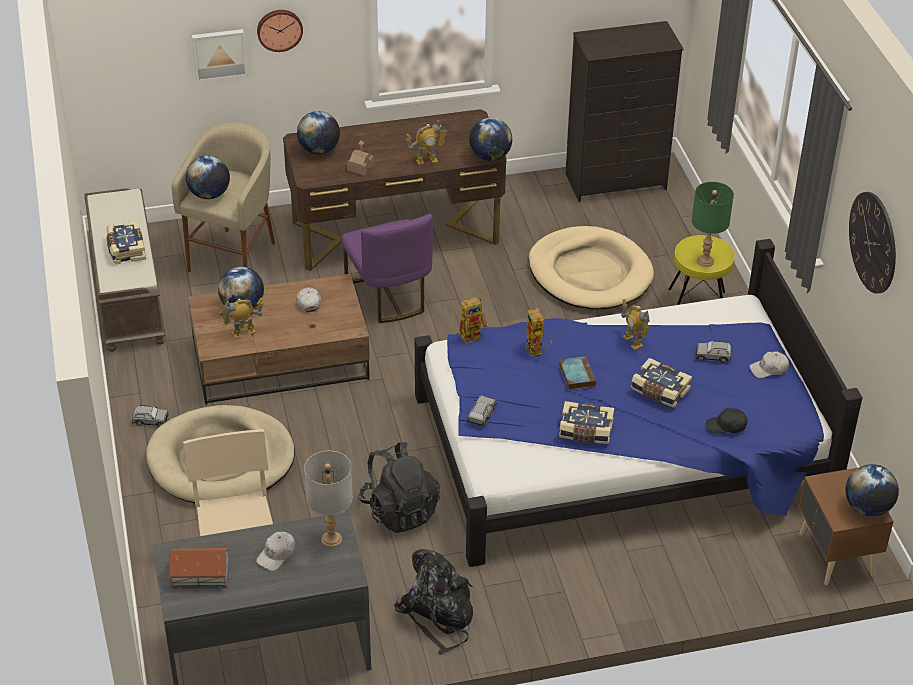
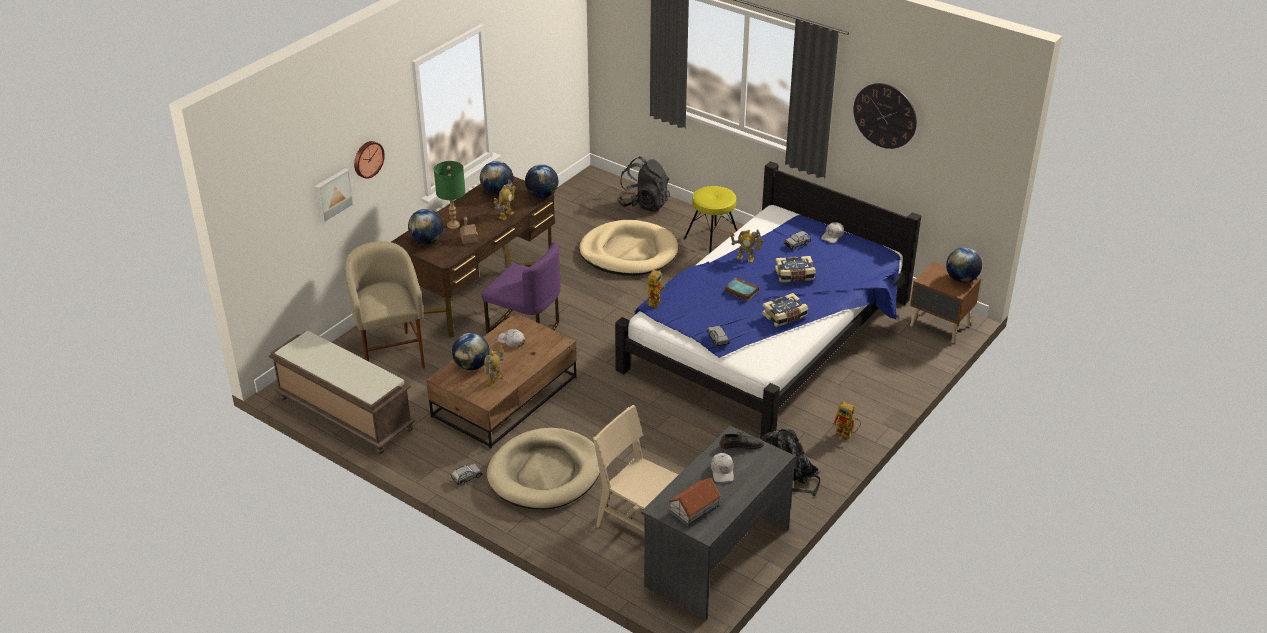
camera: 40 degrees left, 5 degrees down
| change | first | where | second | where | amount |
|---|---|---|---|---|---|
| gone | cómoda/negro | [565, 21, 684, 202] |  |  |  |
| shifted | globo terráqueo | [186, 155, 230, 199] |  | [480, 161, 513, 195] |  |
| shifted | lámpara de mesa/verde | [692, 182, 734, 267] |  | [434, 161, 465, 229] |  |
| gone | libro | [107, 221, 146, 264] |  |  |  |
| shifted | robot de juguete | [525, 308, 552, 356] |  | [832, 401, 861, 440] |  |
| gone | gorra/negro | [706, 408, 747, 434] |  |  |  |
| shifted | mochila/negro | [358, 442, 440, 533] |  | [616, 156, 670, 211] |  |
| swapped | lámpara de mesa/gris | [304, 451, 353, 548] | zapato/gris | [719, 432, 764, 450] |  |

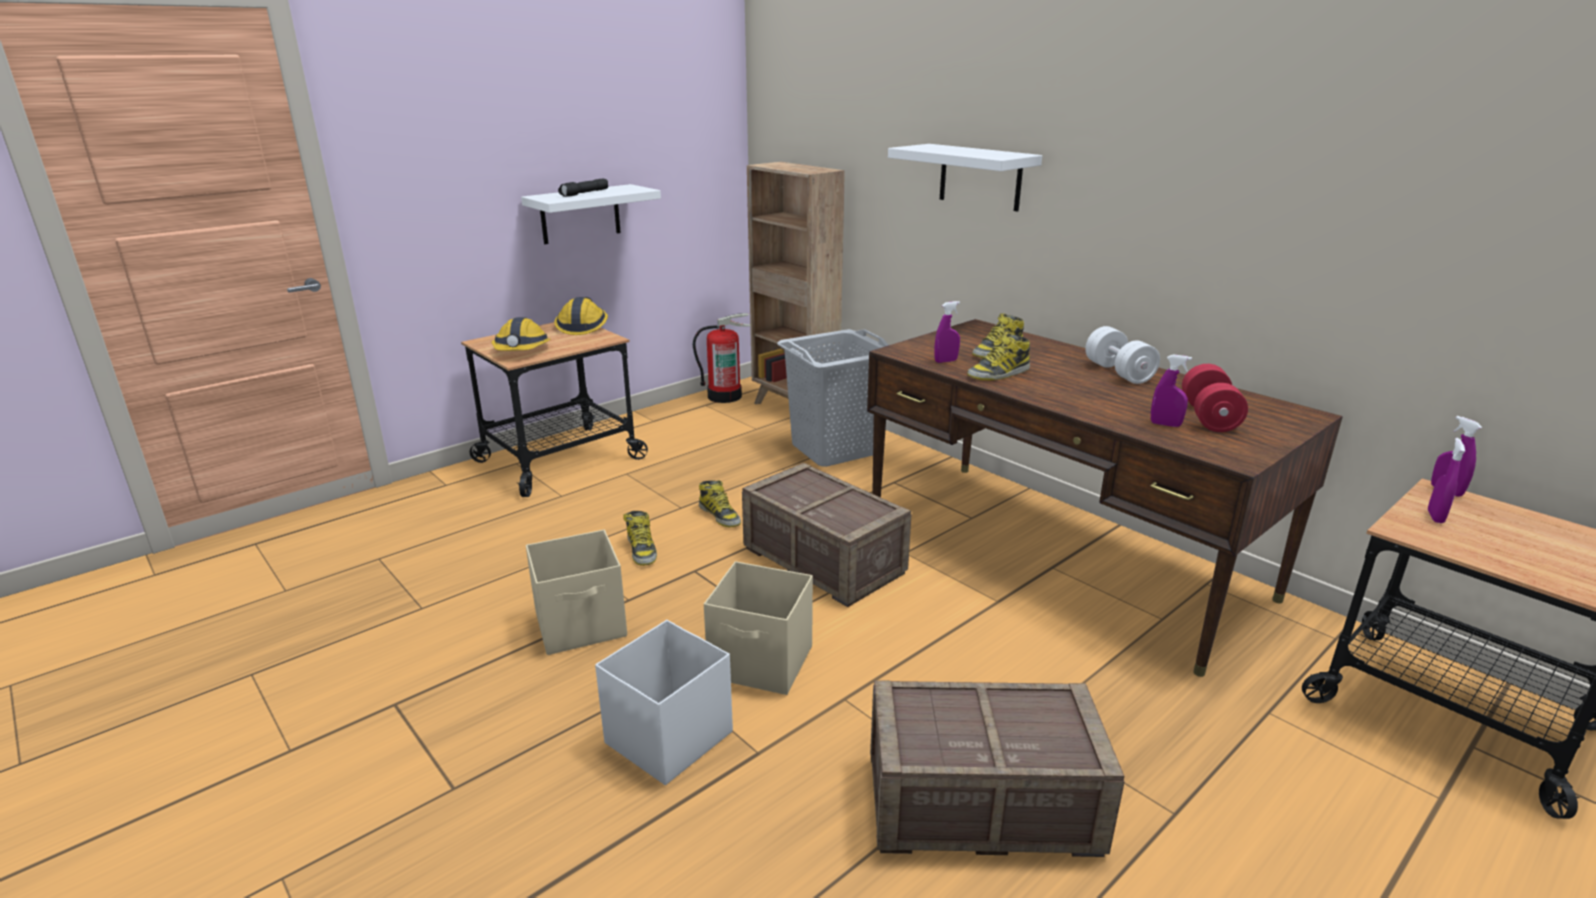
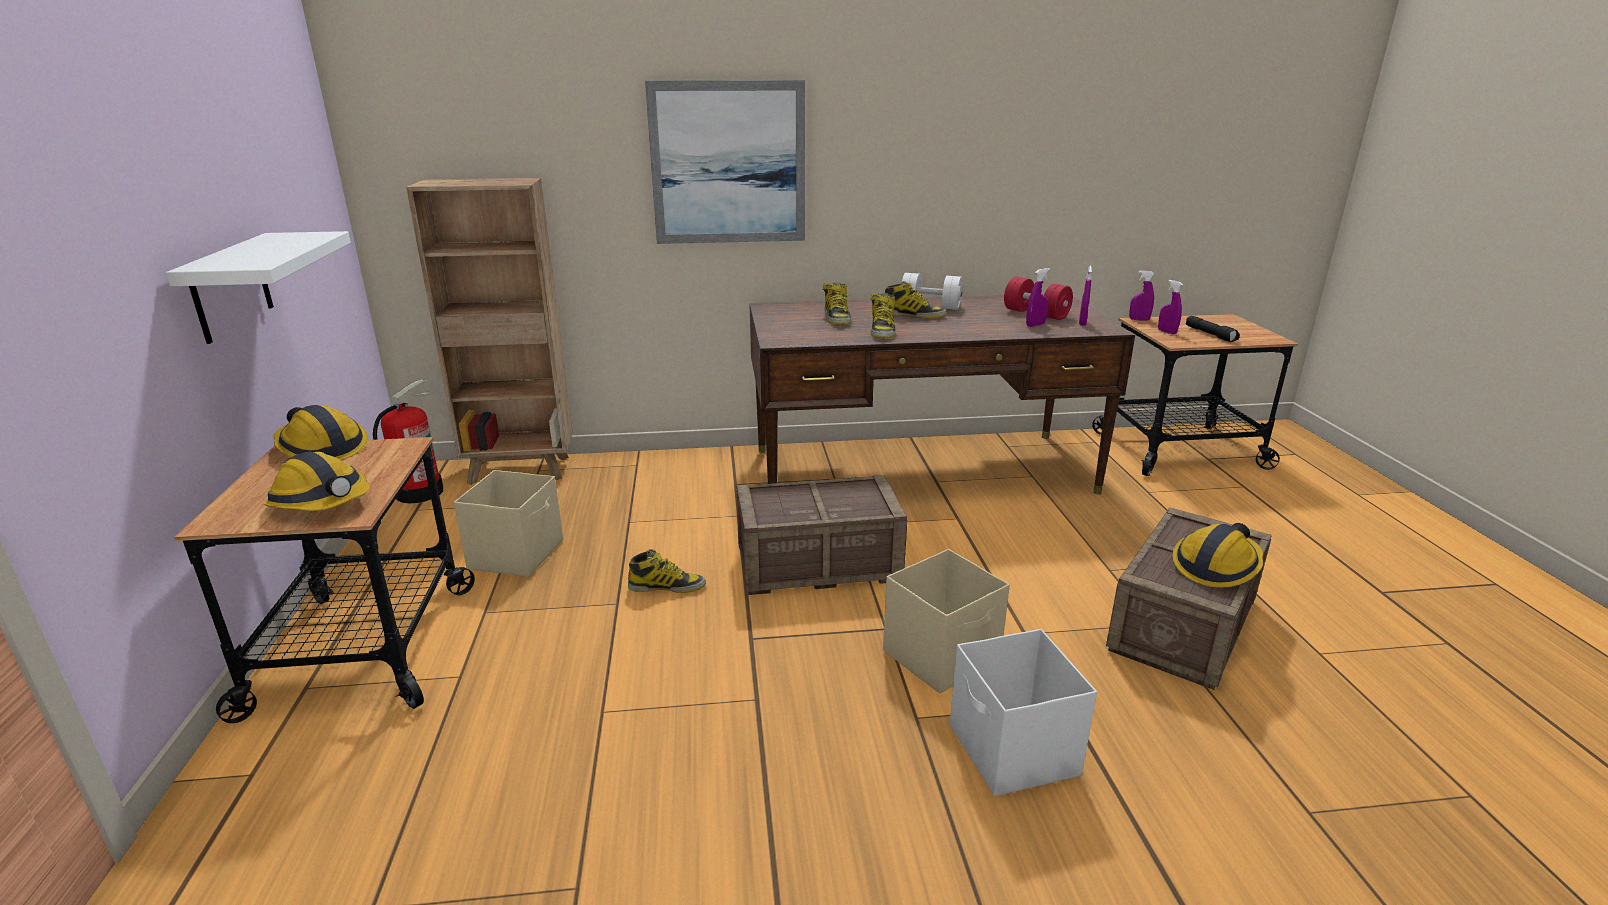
camera: 55 degrees left, 0 degrees up
| change | first | where | second | where | amount |
|---|---|---|---|---|---|
| swapped | estante/blanco | [888, 144, 1042, 211] | cuadro | [645, 80, 805, 244] |  |
| shifted | linterna/negro | [558, 179, 608, 197] |  | [1186, 316, 1240, 342] |  |
| shifted | pulverizador/morado | [934, 301, 960, 363] |  | [1079, 266, 1092, 326] |  |
| gone | cesto de la ropa/gris | [777, 329, 888, 467] |  |  |  |
| shifted | bota | [624, 511, 657, 566] |  | [885, 281, 947, 319] |  |
| shifted | caja de almacenaje/beis | [526, 530, 627, 655] |  | [454, 470, 563, 577] |  |
| new |  |  | casco | [1172, 523, 1263, 588] |  |

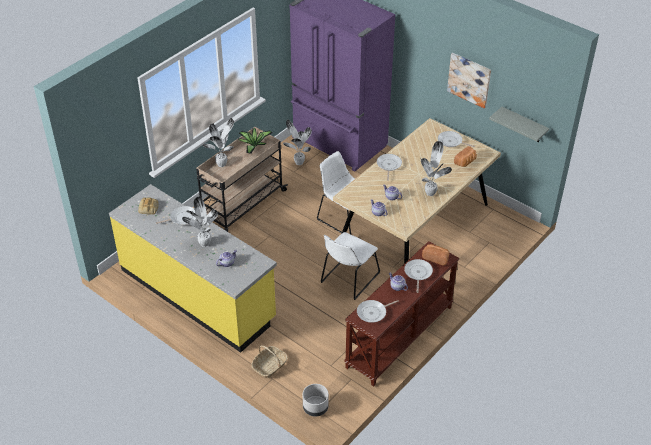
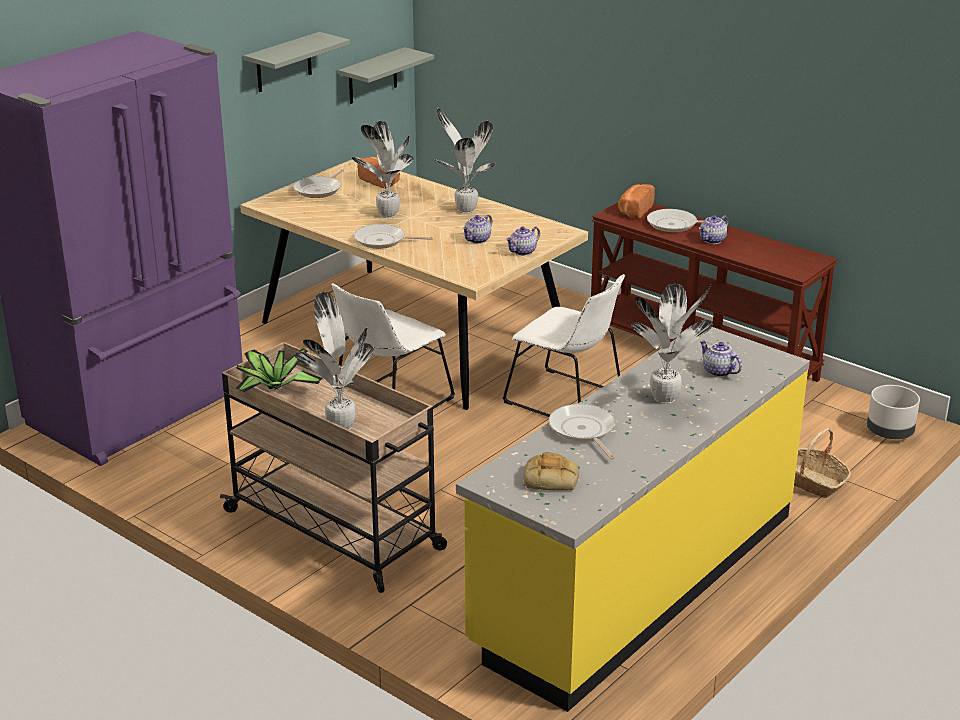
camera: 90 degrees left, 15 degrees down
| change | first | where | second | where | amount |
|---|---|---|---|---|---|
| swapped | cuadro | [447, 53, 491, 108] | estante/gris | [244, 32, 350, 92] |  |
| shifted | planta en maceta | [283, 119, 312, 165] |  | [352, 121, 414, 218] |  |
| gone | sartén | [357, 300, 399, 323] |  |  |  |

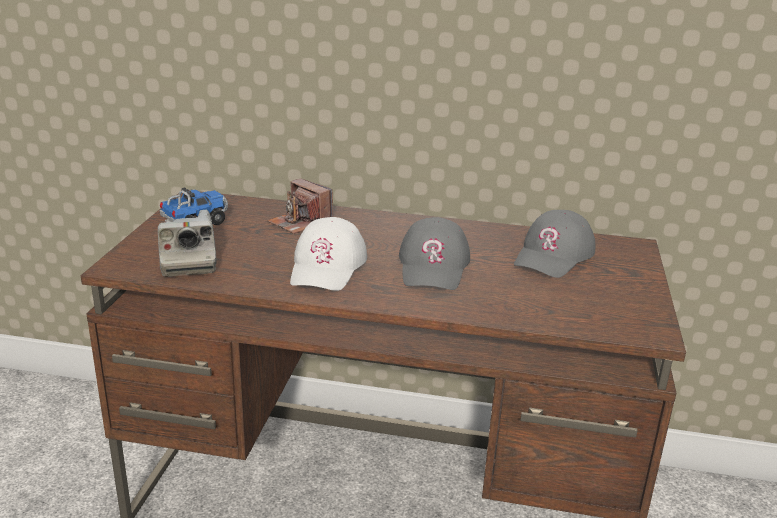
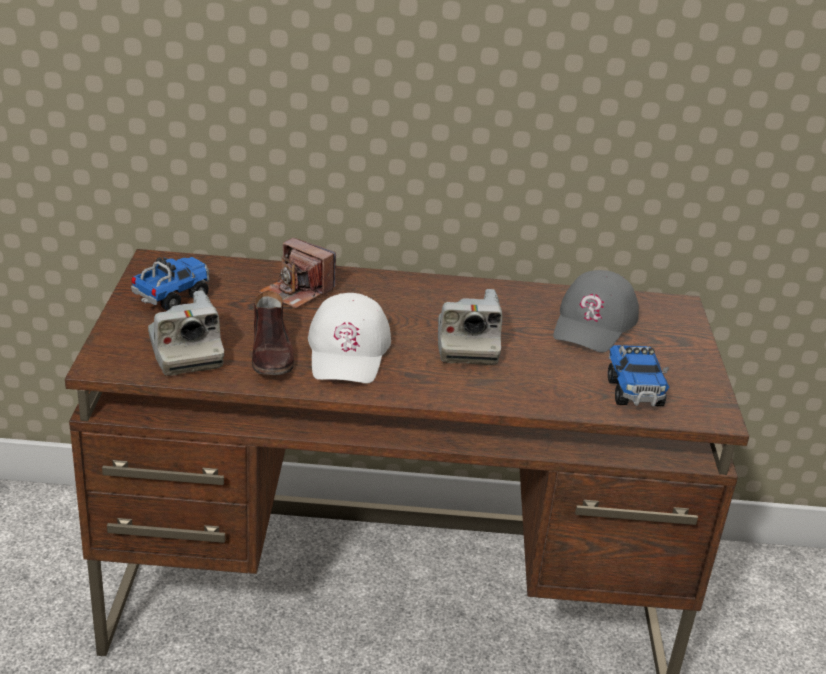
camera: 10 degrees left, 5 degrees up
| change | first | where | second | where | amount |
|---|---|---|---|---|---|
| swapped | gorra/gris | [399, 217, 470, 290] | cámara | [438, 289, 502, 365] |  |
| new |  |  | zapato/marrón | [252, 291, 294, 375] |  |
| new |  |  | camión de juguete | [608, 345, 669, 406] |  |

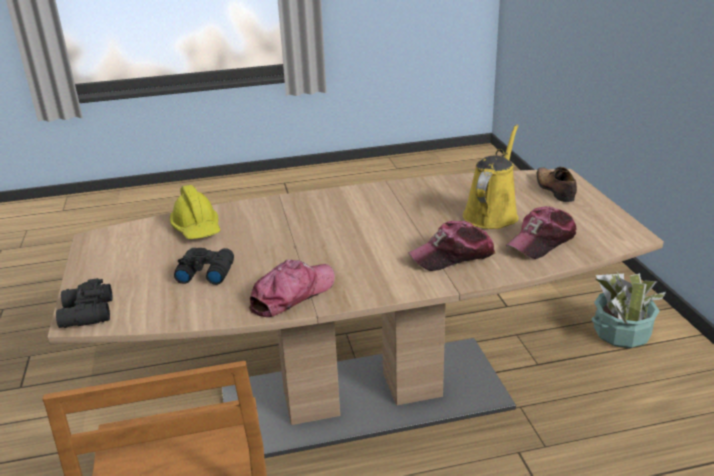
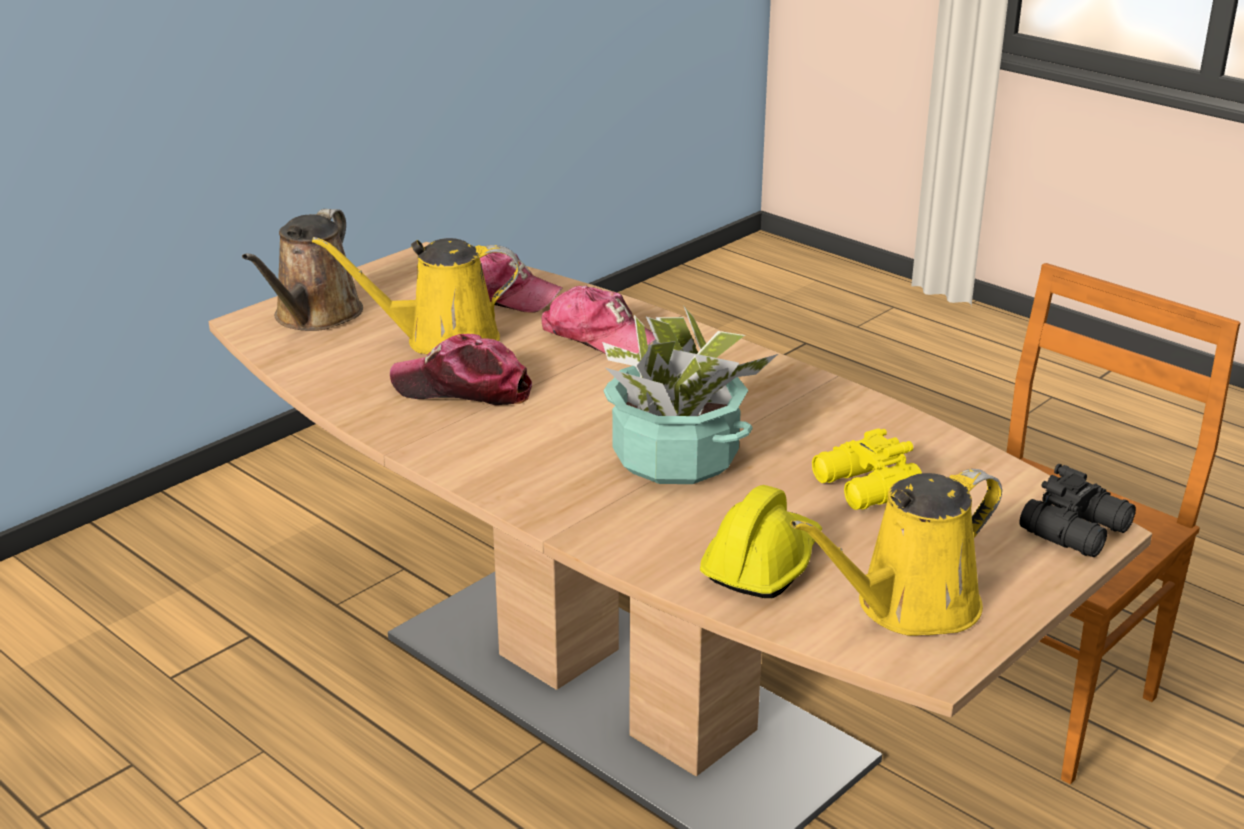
camera: 125 degrees left, 0 degrees up
| change | first | where | second | where | amount |
|---|---|---|---|---|---|
| swapped | zapato | [537, 167, 577, 202] | regadera/marrón | [242, 209, 363, 331] |  |
| repainted | prismáticos/negro | [174, 248, 234, 285] | prismáticos/amarillo | [812, 428, 922, 510] |  |
| shifted | gorra | [249, 260, 335, 317] |  | [390, 334, 532, 405] |  |
| shifted | planta en maceta | [591, 272, 666, 348] |  | [602, 307, 778, 484] |  |
| new |  |  | regadera/amarillo | [790, 469, 1002, 636] |  |

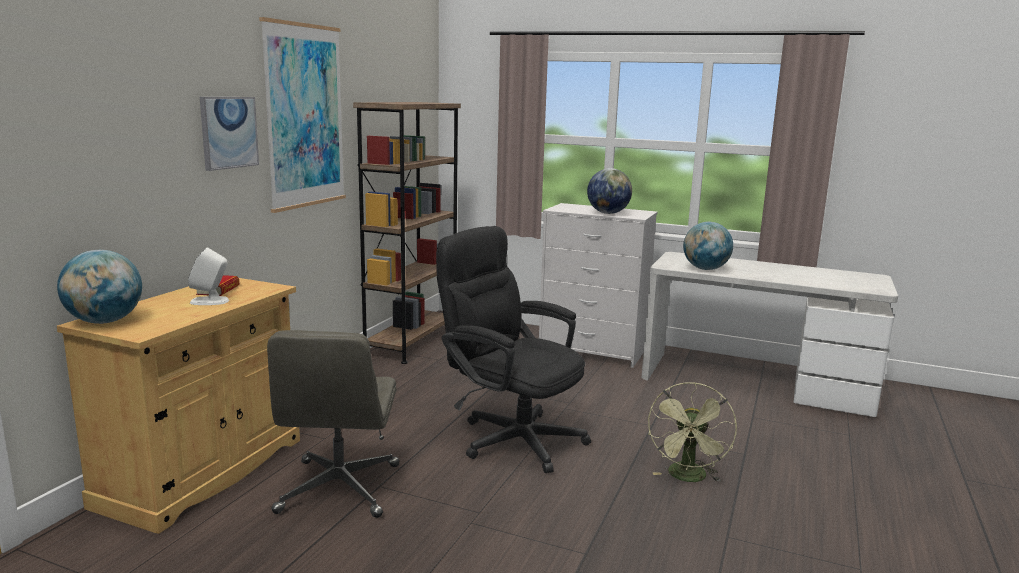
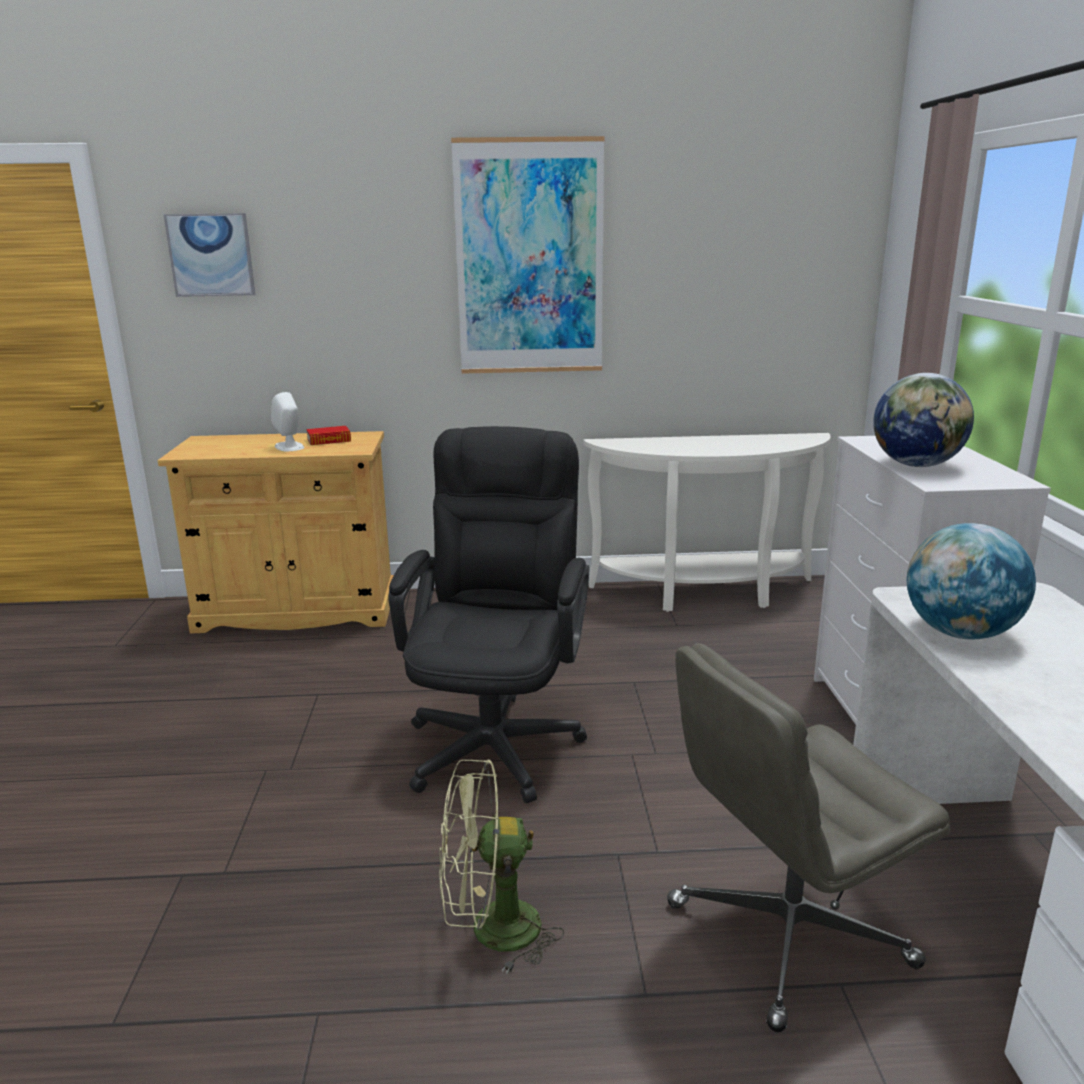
camera: 65 degrees right, 5 degrees up
| change | first | where | second | where | amount |
|---|---|---|---|---|---|
| shifted | cuadro | [200, 97, 259, 171] |  | [163, 213, 256, 297] |  |
| swapped | estantería/marrón | [353, 102, 461, 364] | mesa consola/blanco | [583, 433, 831, 612] |  |
| gone | globo terráqueo | [57, 250, 142, 324] |  |  |  |
| shifted | silla de oficina/gris | [267, 330, 400, 518] |  | [667, 643, 950, 1032] |  |

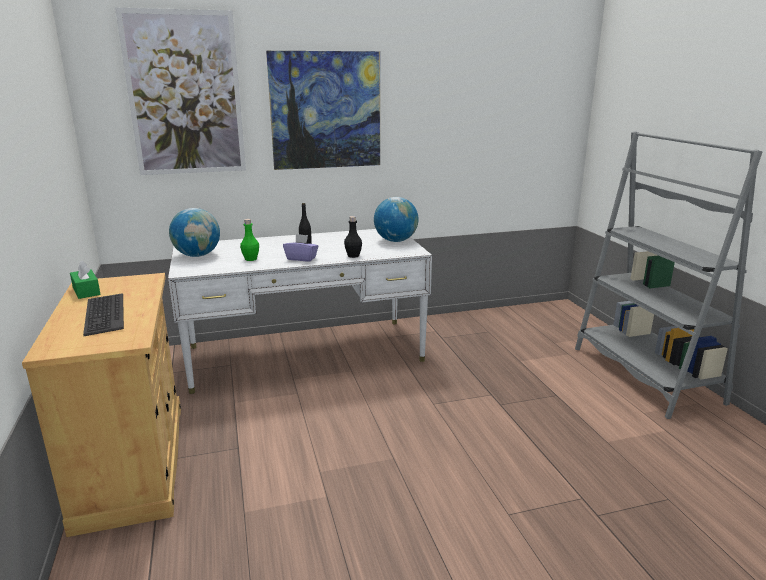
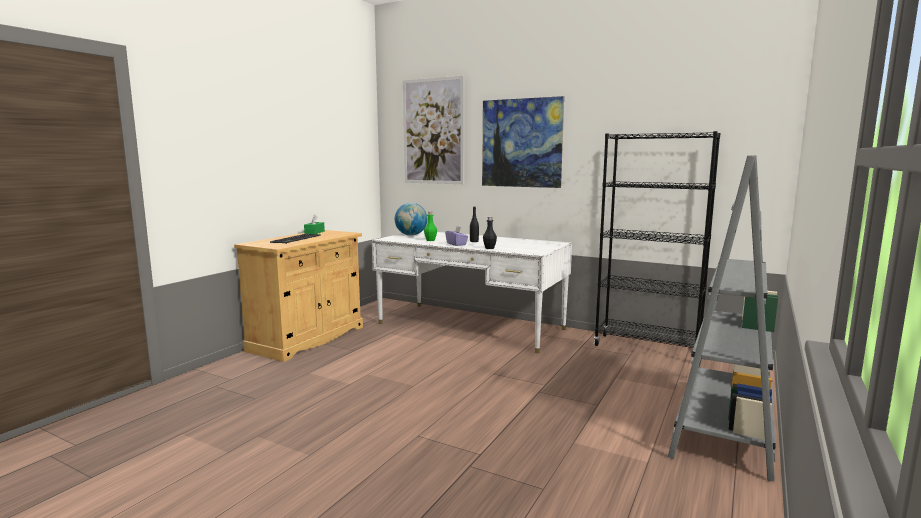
camera: 45 degrees right, 10 degrees down
| change | first | where | second | where | amount |
|---|---|---|---|---|---|
| gone | globo terráqueo | [374, 197, 419, 242] |  |  |  |
| new |  |  | estantería/negro | [594, 131, 720, 348] |  |

